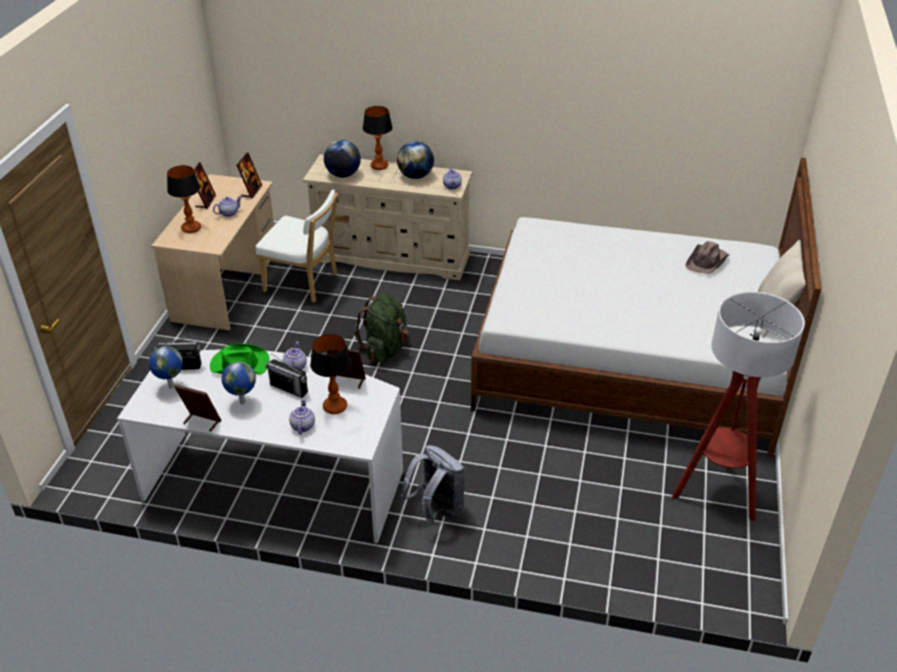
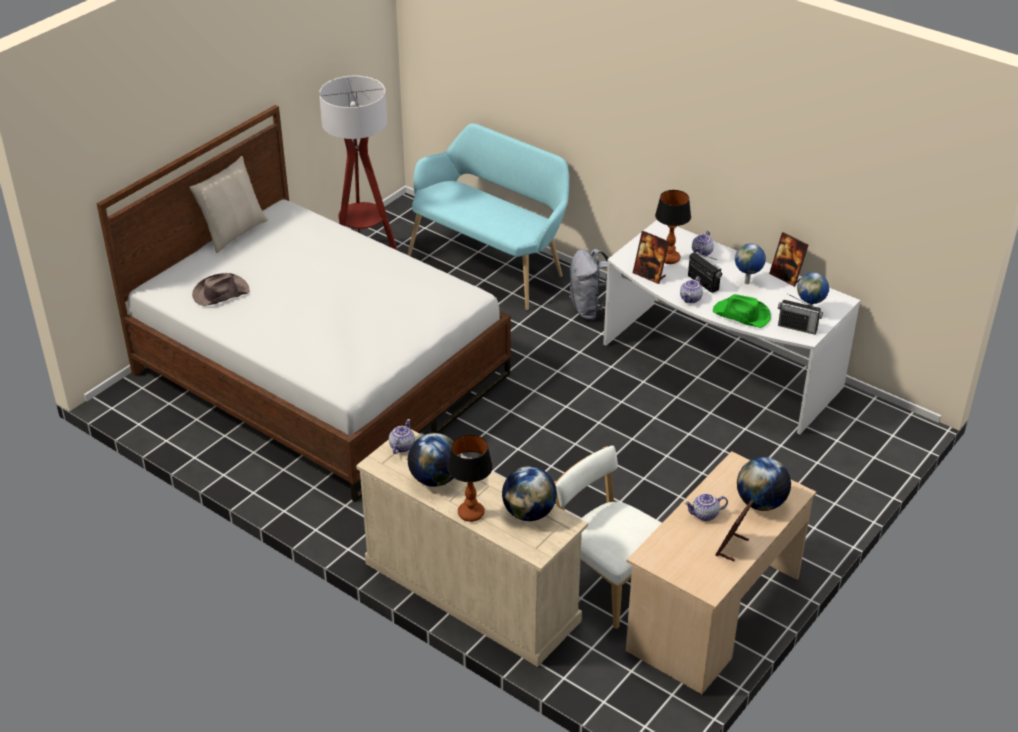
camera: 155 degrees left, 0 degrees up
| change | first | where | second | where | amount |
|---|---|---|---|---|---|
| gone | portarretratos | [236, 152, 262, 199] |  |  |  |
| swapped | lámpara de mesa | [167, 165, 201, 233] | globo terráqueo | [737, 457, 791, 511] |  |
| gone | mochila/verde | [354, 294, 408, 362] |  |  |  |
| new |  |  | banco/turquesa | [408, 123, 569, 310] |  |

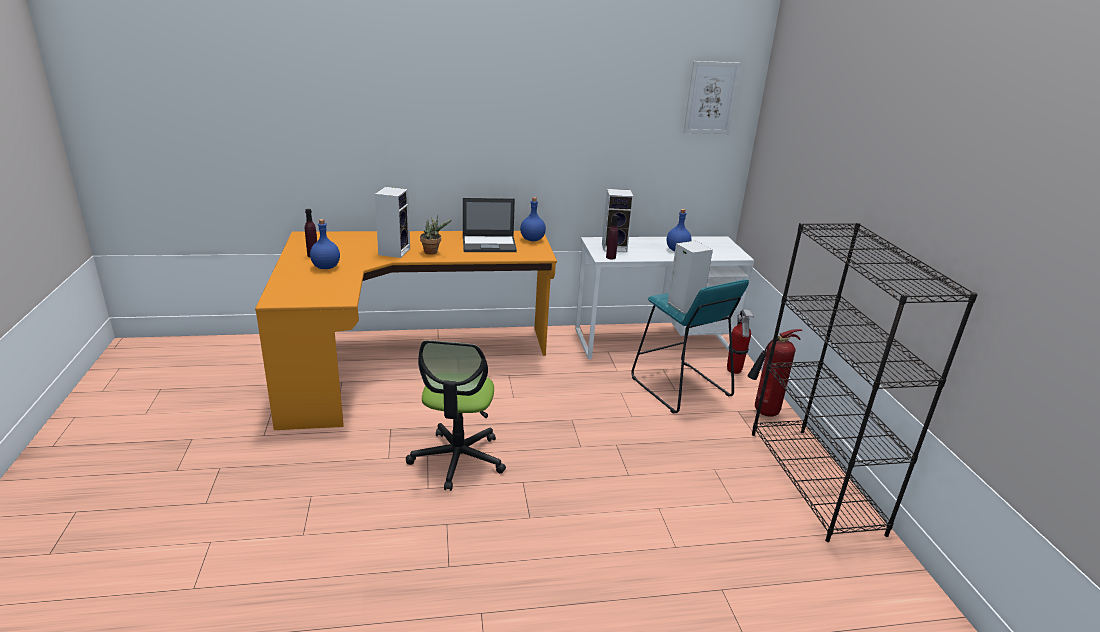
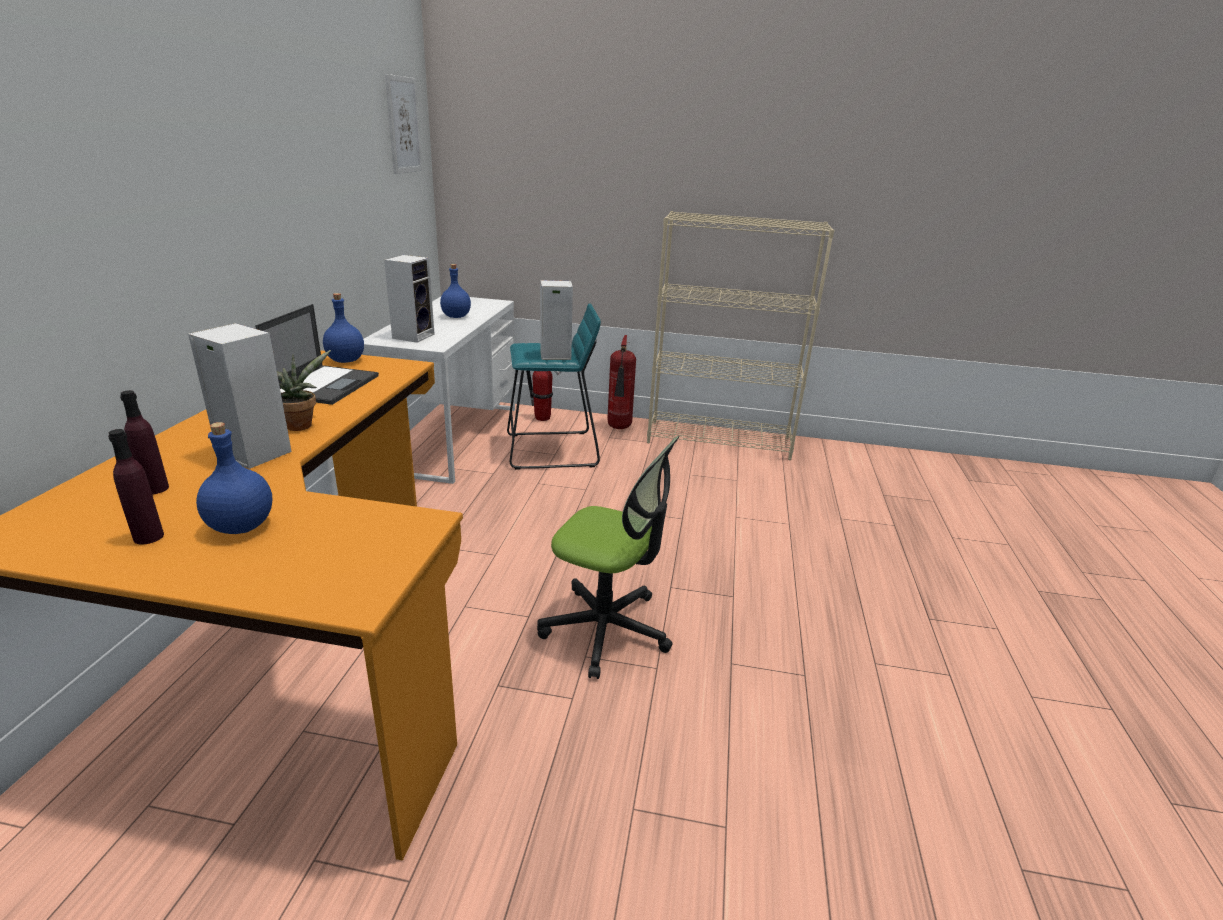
camera: 70 degrees left, 0 degrees up
| change | first | where | second | where | amount |
|---|---|---|---|---|---|
| shifted | botella/morado | [606, 215, 618, 260] |  | [120, 390, 169, 495] |  |
| repainted | estantería/negro | [752, 223, 978, 542] | estantería/beis | [647, 211, 834, 460] |  |

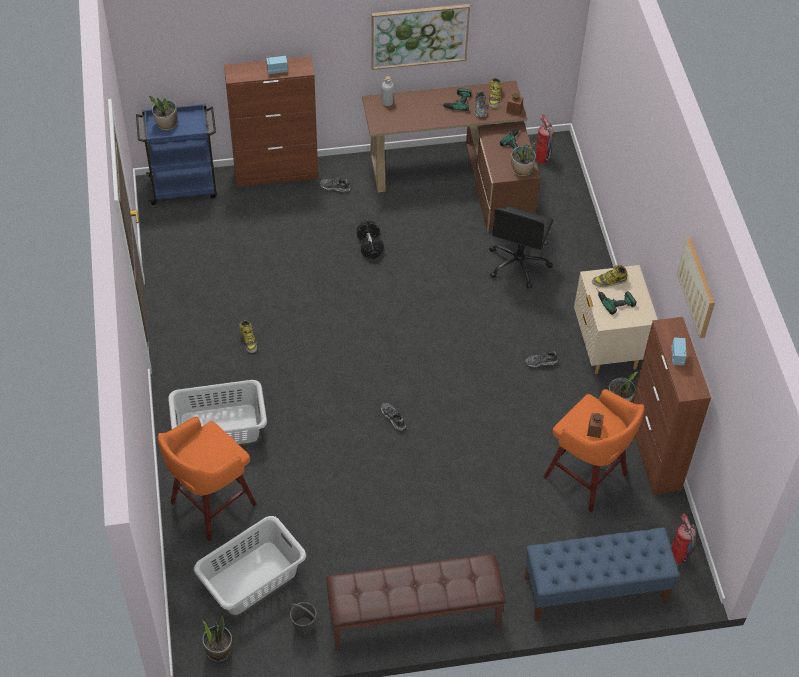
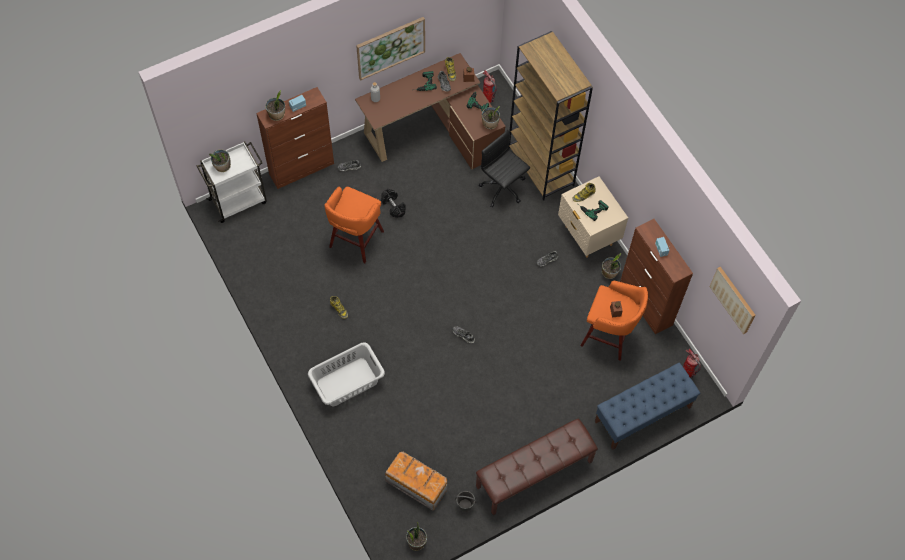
camera: 20 degrees left, 10 degrees up
| change | first | where | second | where | amount |
|---|---|---|---|---|---|
| repainted | carrito/azul | [136, 104, 217, 205] | carrito/blanco | [197, 141, 267, 223] |  |
| rotated | silla de oficina/negro | [489, 206, 554, 288] |  | [479, 130, 530, 207] | 135 degrees clockwise |
| shifted | cuadro | [677, 238, 715, 338] |  | [709, 267, 755, 334] |  |
| shifted | taburete/naranja | [158, 417, 256, 541] |  | [324, 186, 384, 263] |  |
| swapped | cesto de la ropa/gris | [194, 516, 306, 615] | caja de almacenaje | [385, 452, 447, 511] |  |
| new |  |  | estantería/marrón | [509, 31, 593, 201] |  |
| new |  |  | planta en maceta | [265, 90, 285, 121] |  |

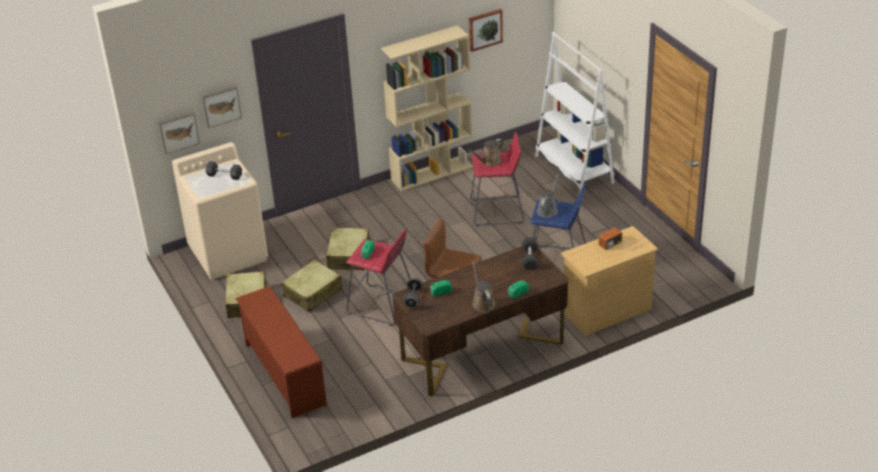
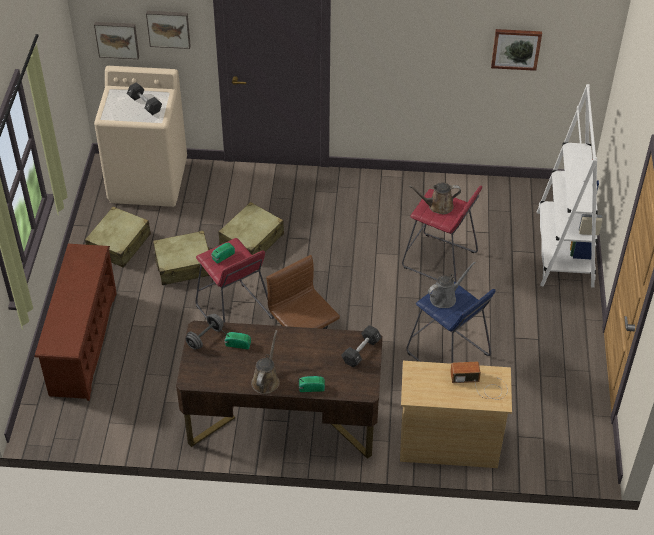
camera: 30 degrees right, 10 degrees up
| change | first | where | second | where | amount |
|---|---|---|---|---|---|
| gone | estantería/beis | [381, 25, 473, 192] |  |  |  |

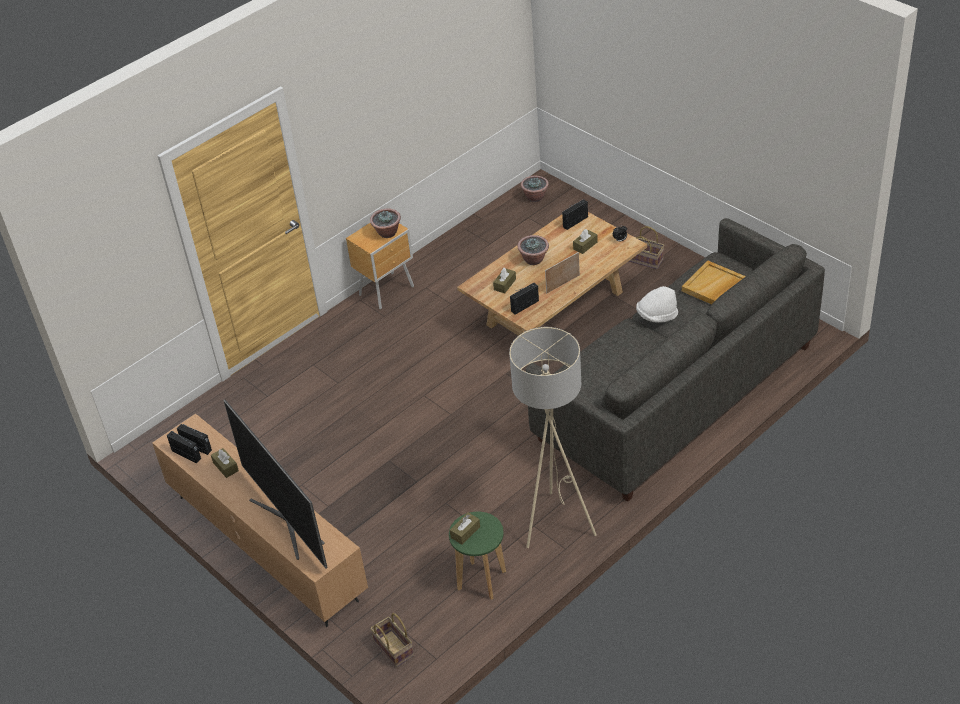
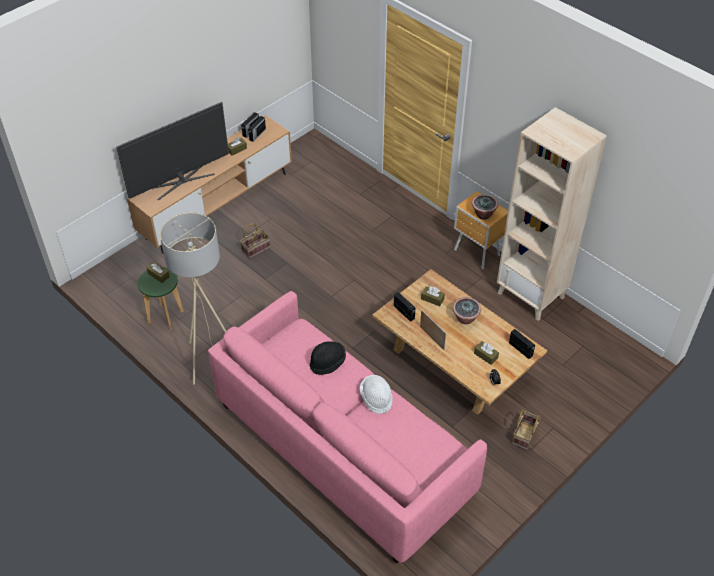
camera: 85 degrees right, 5 degrees up
| change | first | where | second | where | amount |
|---|---|---|---|---|---|
| gone | planta en maceta | [521, 176, 549, 202] |  |  |  |
| repainted | sofá/gris | [525, 218, 825, 502] | sofá/rosa | [208, 291, 487, 563] |  |
| gone | bandeja/beis | [682, 261, 746, 304] |  |  |  |
| shifted | cesta | [370, 613, 414, 668] |  | [240, 223, 271, 259] |  |
| new |  |  | estantería/beis | [497, 107, 607, 321] |  |
| new |  |  | sombrero/negro | [310, 341, 346, 375] |  |

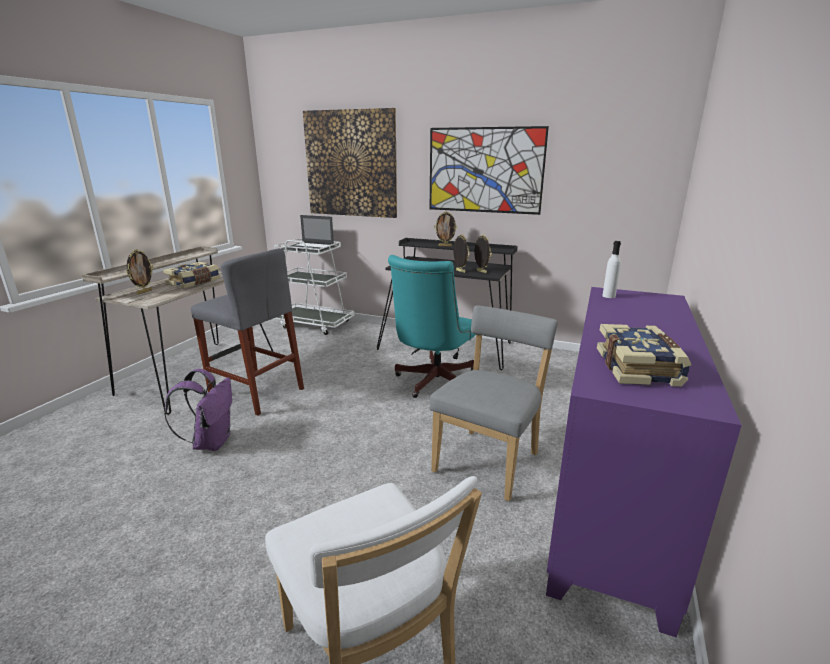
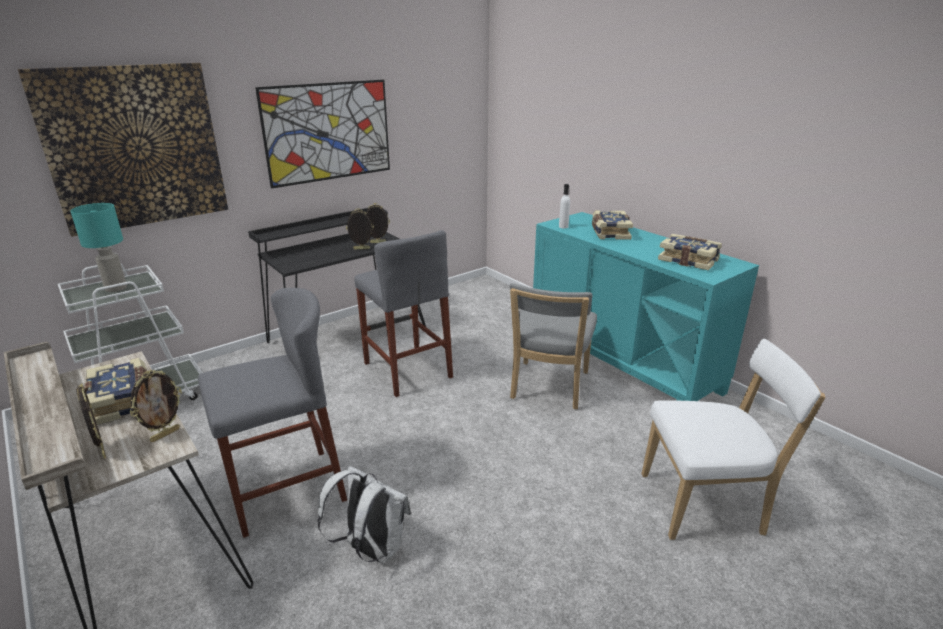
camera: 60 degrees left, 5 degrees up
| change | first | where | second | where | amount |
|---|---|---|---|---|---|
| shifted | portarretratos | [434, 211, 457, 246] |  | [130, 370, 182, 442] |  |
| swapped | portátil | [287, 215, 334, 252] | lámpara de mesa/turquesa | [70, 203, 127, 292] |  |
| swapped | silla de oficina/turquesa | [388, 255, 476, 398] | taburete/gris | [354, 230, 453, 397] |  |
| repainted | armario/morado | [546, 287, 742, 637] | armario/turquesa | [533, 212, 759, 401] |  |
| rotated | silla/gris | [430, 305, 558, 501] |  | [510, 283, 597, 409] | 135 degrees counterclockwise |
| repainted | mochila/morado | [164, 369, 232, 451] | mochila/blanco | [317, 466, 411, 563] |  |
| new |  |  | libro | [592, 210, 633, 240] |  |

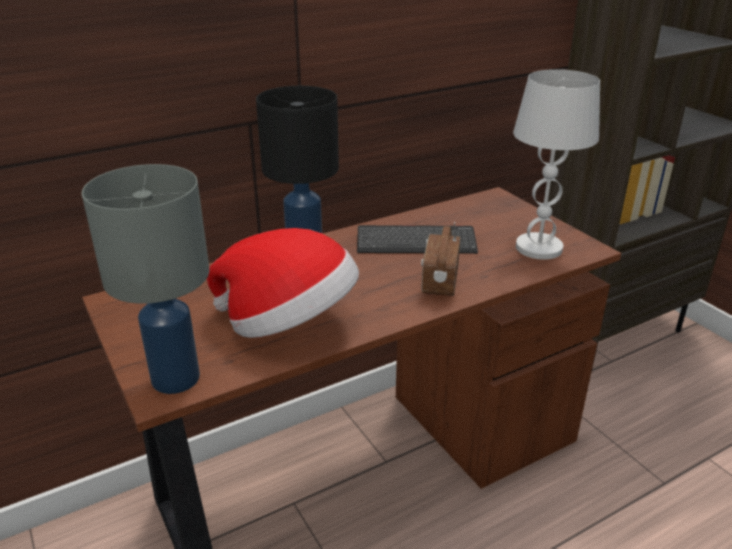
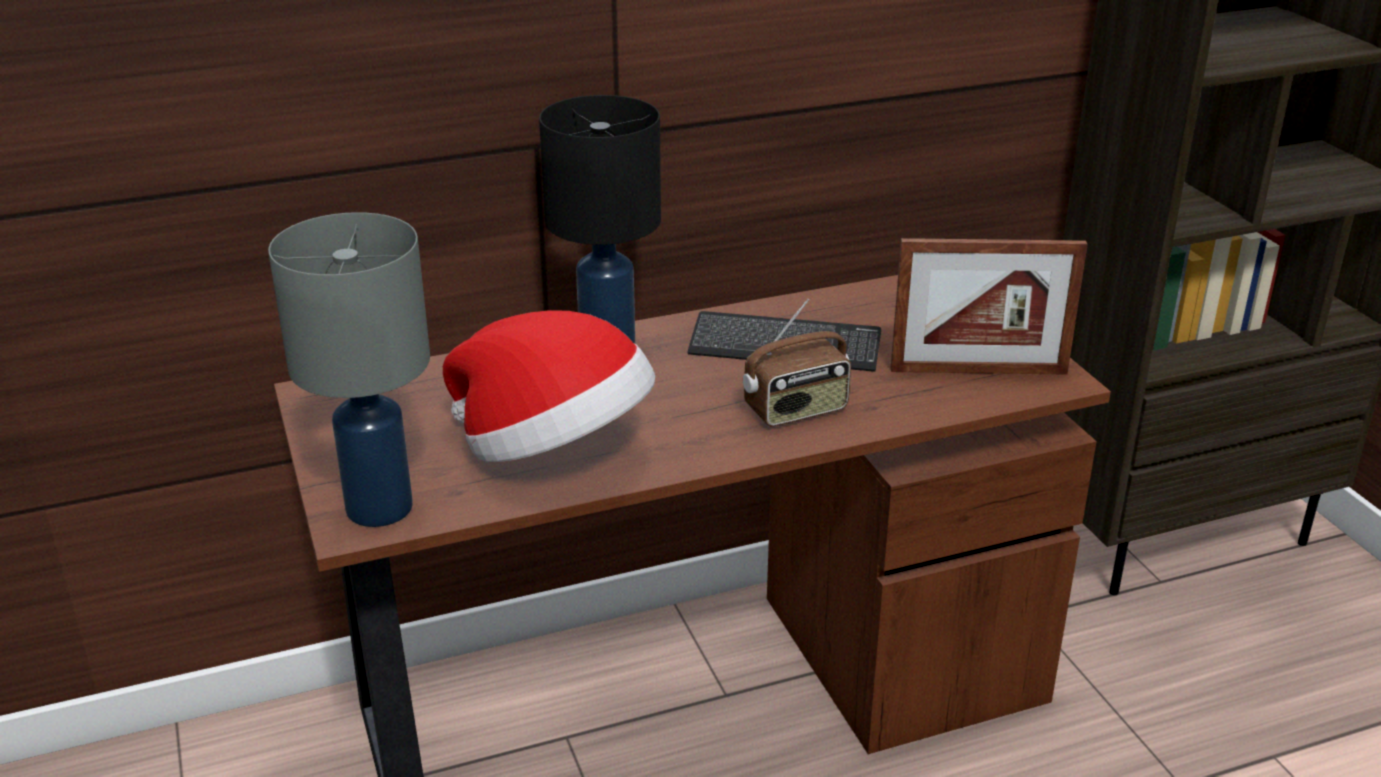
camera: 10 degrees right, 0 degrees up
| change | first | where | second | where | amount |
|---|---|---|---|---|---|
| swapped | lámpara de mesa/blanco | [513, 69, 600, 260] | portarretratos | [891, 238, 1088, 375] |  |
| rotated | radio | [421, 222, 460, 296] |  | [743, 298, 851, 427] | 135 degrees counterclockwise |

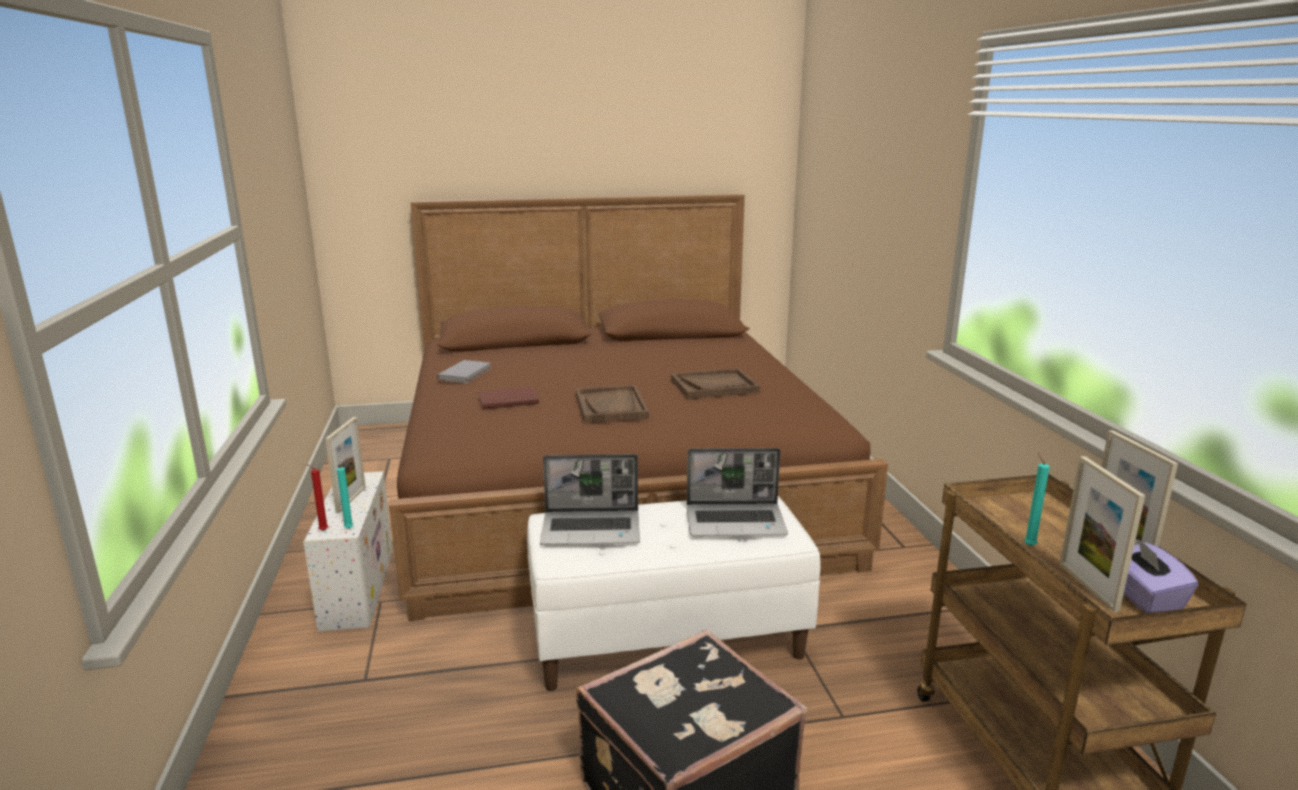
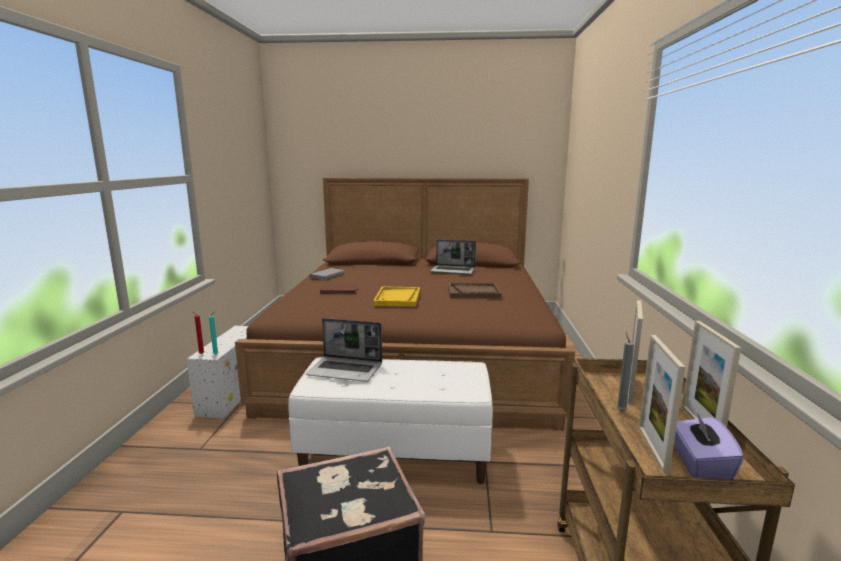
camera: 15 degrees right, 5 degrees down
| change | first | where | second | where | amount |
|---|---|---|---|---|---|
| repainted | bandeja/marrón | [576, 385, 649, 423] | bandeja/amarillo | [373, 286, 420, 307] |  |
| shifted | portarretratos | [325, 417, 366, 513] |  | [628, 300, 643, 405] |  |
| shifted | portátil | [687, 448, 788, 536] |  | [430, 239, 476, 275] |  |
| repainted | vela/turquesa | [1024, 452, 1050, 546] | vela/gris | [616, 332, 634, 412] |  |

